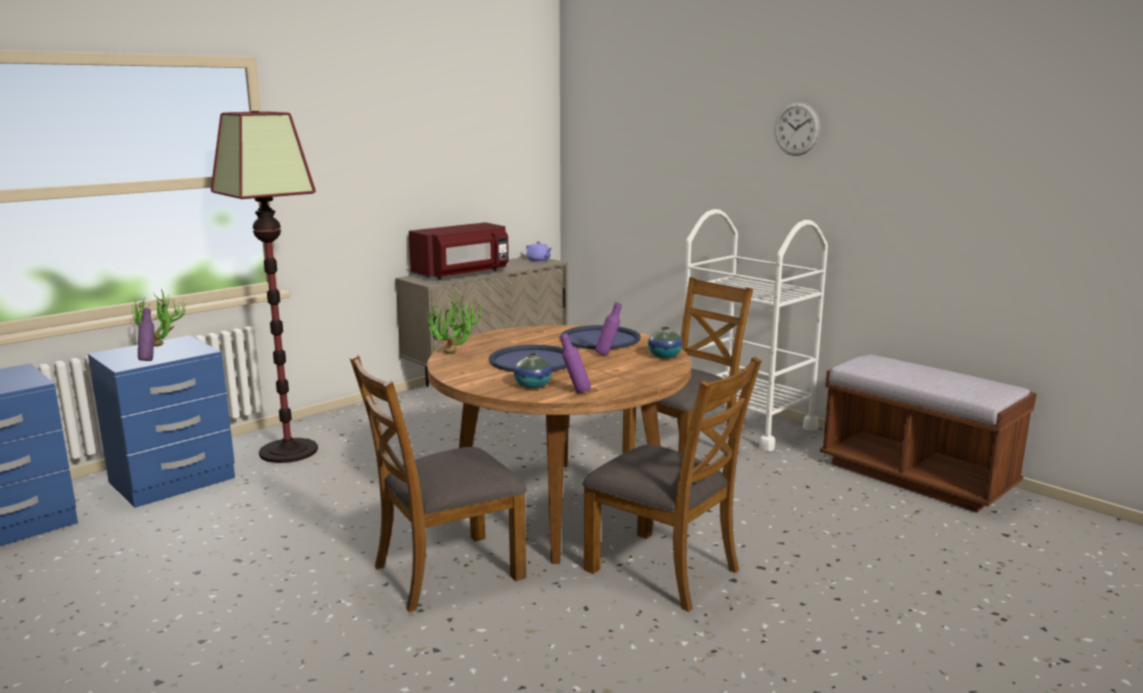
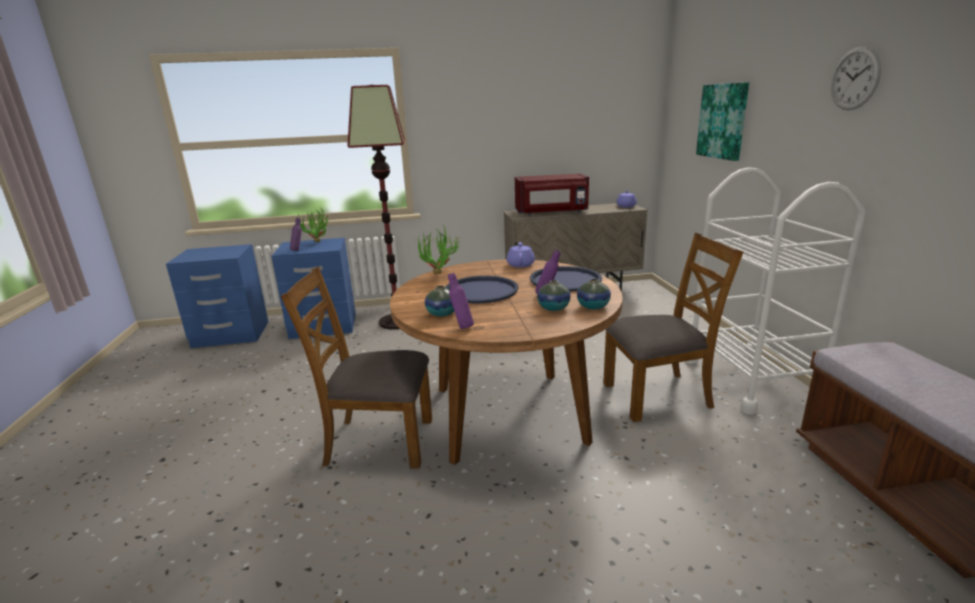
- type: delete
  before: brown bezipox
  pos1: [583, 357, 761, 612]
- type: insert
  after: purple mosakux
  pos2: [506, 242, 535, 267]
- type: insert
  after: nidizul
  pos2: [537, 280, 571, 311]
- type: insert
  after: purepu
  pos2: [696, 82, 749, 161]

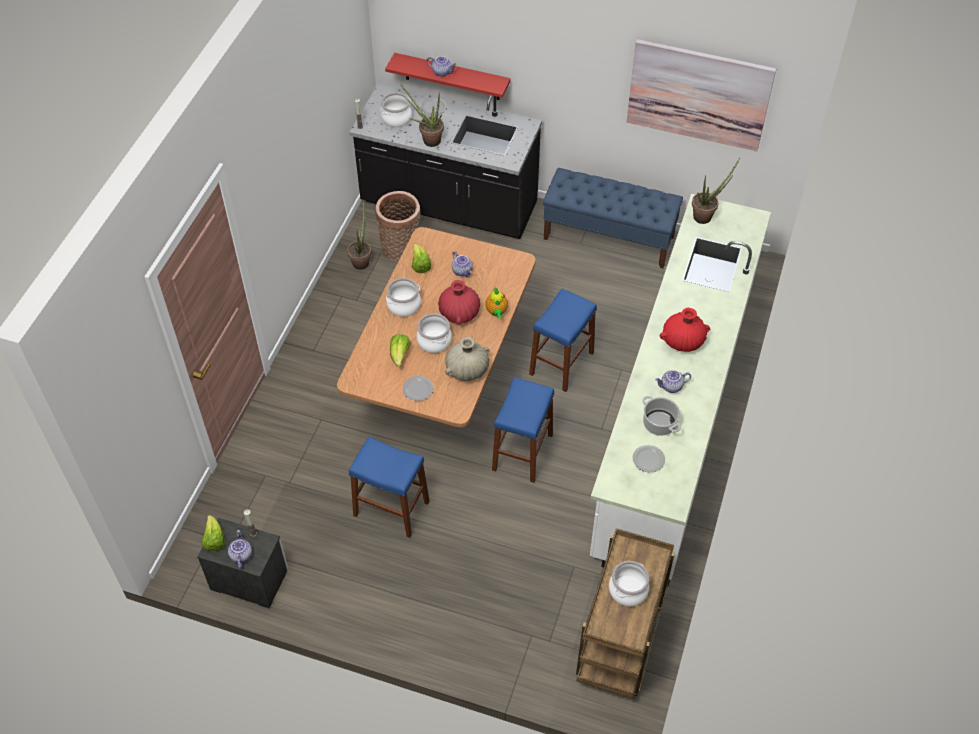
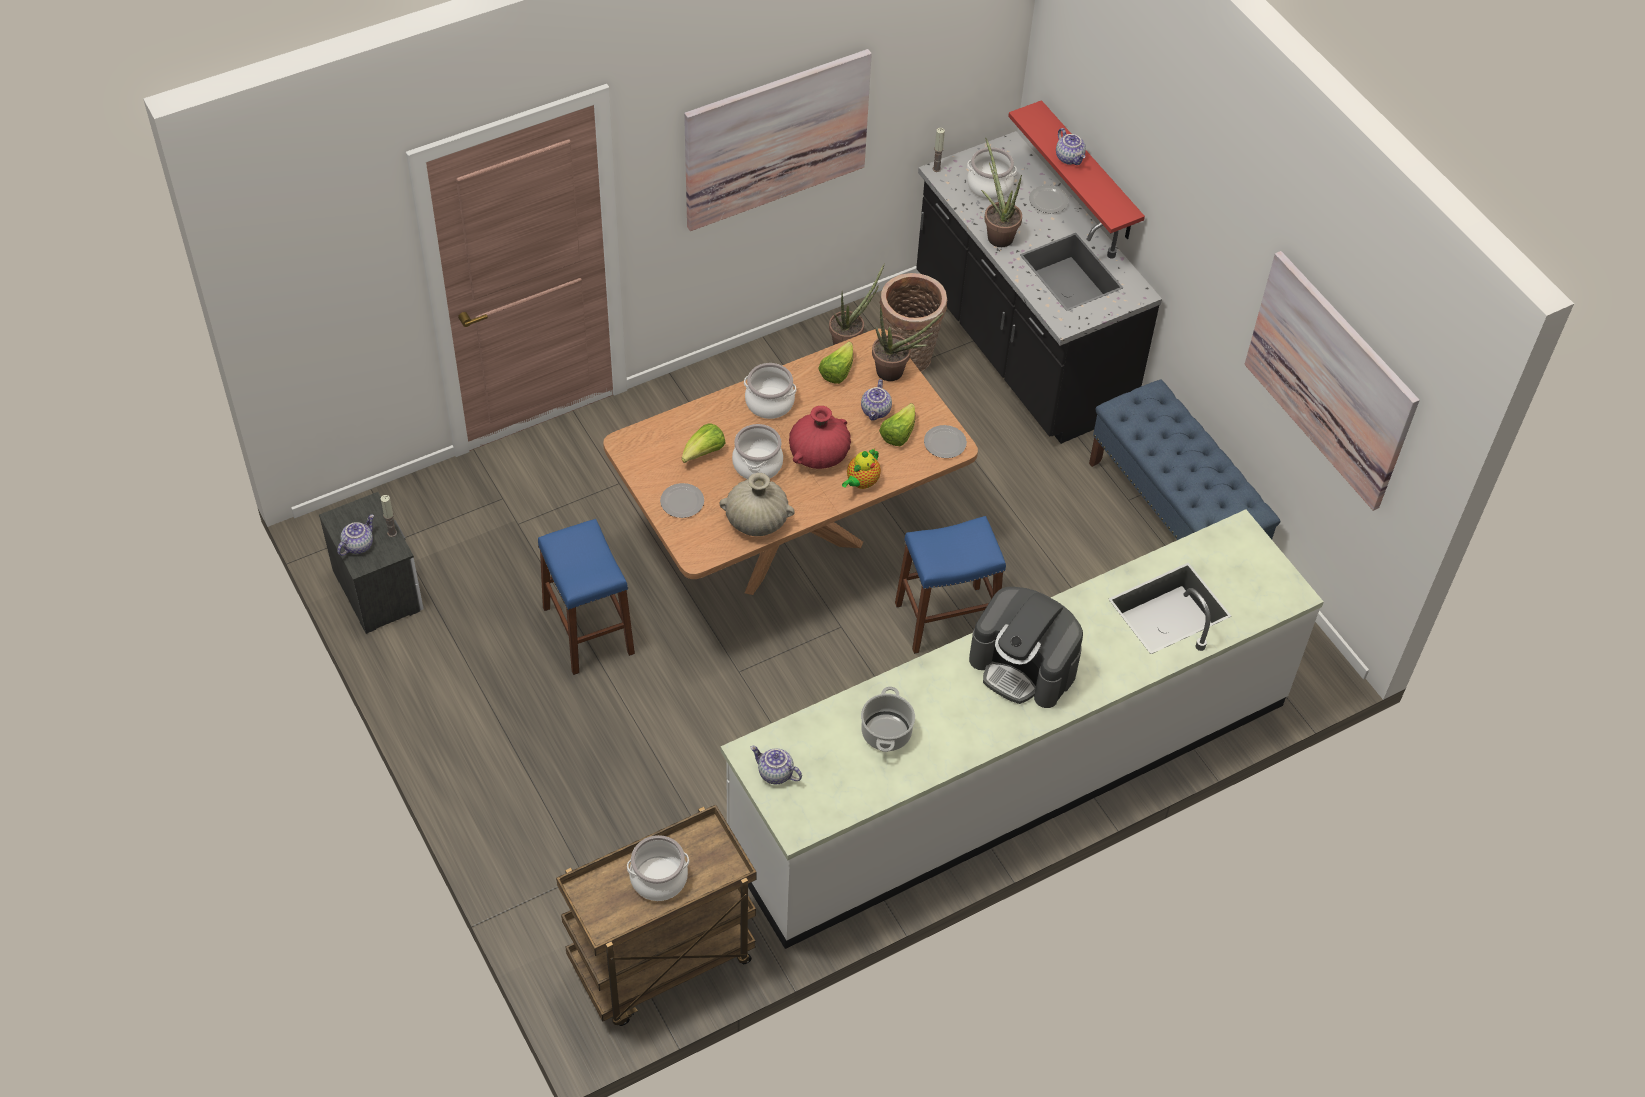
- type: move
  before: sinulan
  pos1: [202, 515, 225, 551]
  pos2: [879, 403, 915, 446]
- type: delete
  before: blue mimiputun
  pos1: [492, 377, 554, 483]
- type: move
  before: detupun
  pos1: [633, 445, 665, 472]
  pos2: [924, 425, 967, 458]
- type: move
  before: mosakux
  pos1: [655, 370, 691, 393]
  pos2: [750, 746, 802, 784]
- type: replace
  before: red nidizul
  after: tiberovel
  pos1: [660, 308, 710, 352]
  pos2: [969, 587, 1083, 708]
- type: move
  before: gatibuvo
  pos1: [692, 158, 740, 224]
  pos2: [872, 305, 943, 381]
- type: insert
  after: purepu
  pos2: [684, 49, 872, 231]

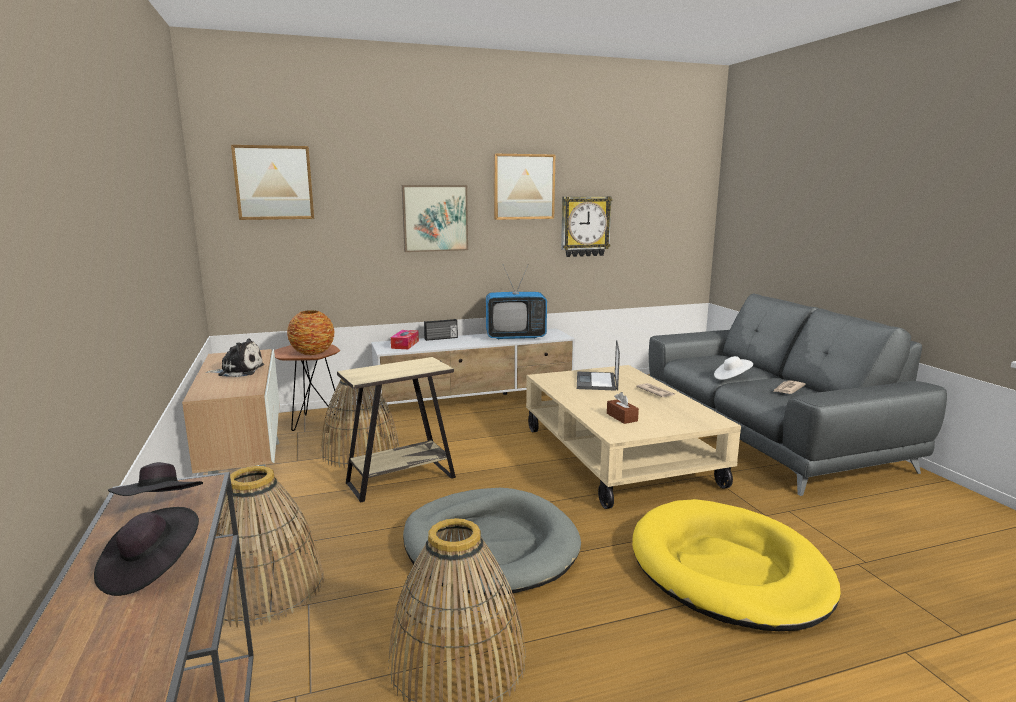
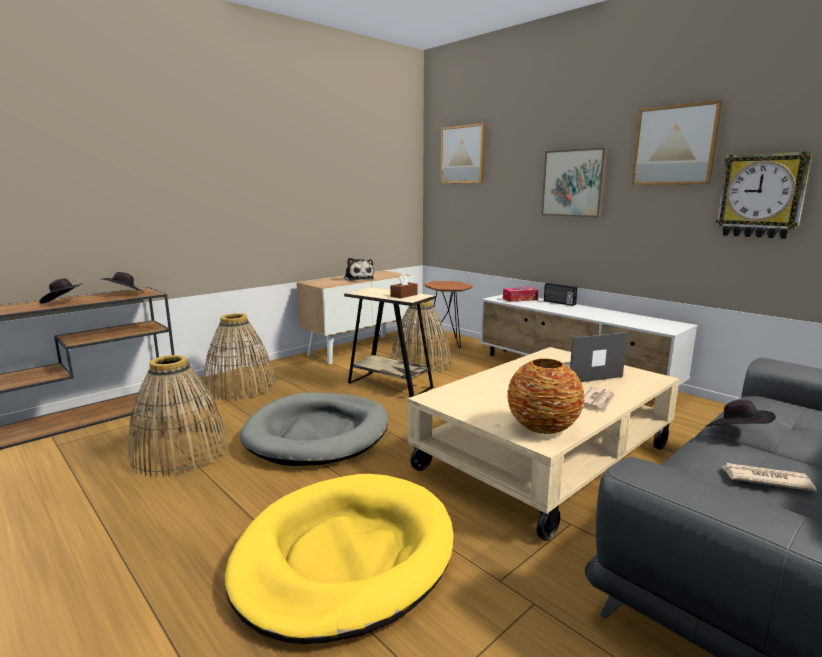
- type: move
  before: nidizul
  pos1: [287, 310, 334, 355]
  pos2: [507, 358, 585, 434]
- type: delete
  before: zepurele
  pos1: [486, 264, 547, 339]
- type: move
  before: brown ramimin
  pos1: [607, 392, 639, 424]
  pos2: [390, 274, 417, 299]
- type: recolor
  before: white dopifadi
  after: black dopifadi
  pos1: [714, 356, 753, 380]
  pos2: [706, 400, 776, 427]

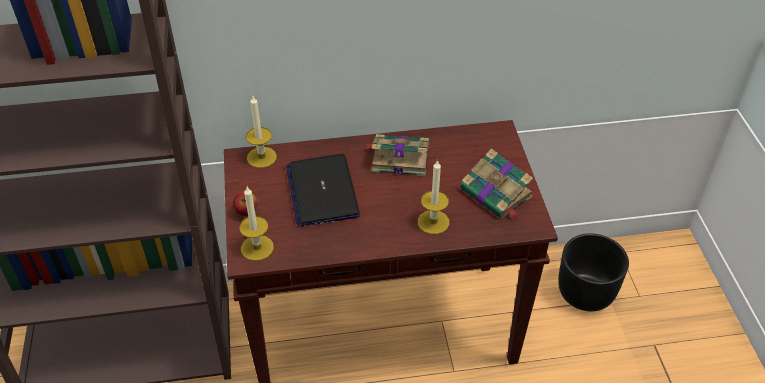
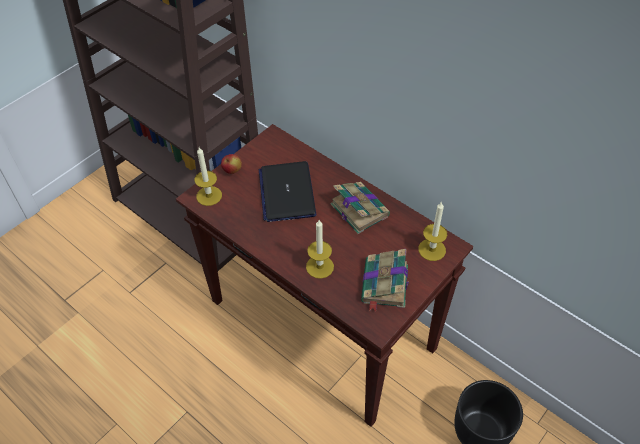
- type: move
  before: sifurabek
  pos1: [246, 96, 277, 168]
  pos2: [418, 201, 447, 261]
- type: rotate
  before: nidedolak
  pos1: [286, 154, 360, 226]
  pos2: [259, 161, 317, 222]
  turn: -45

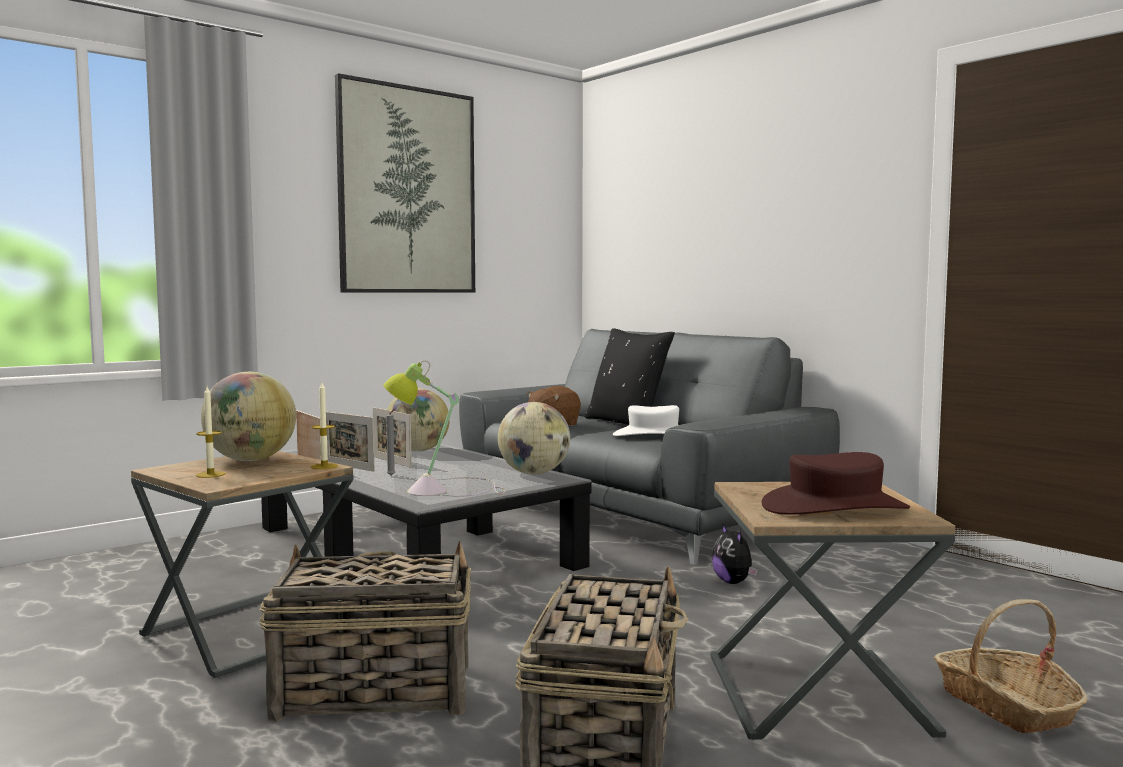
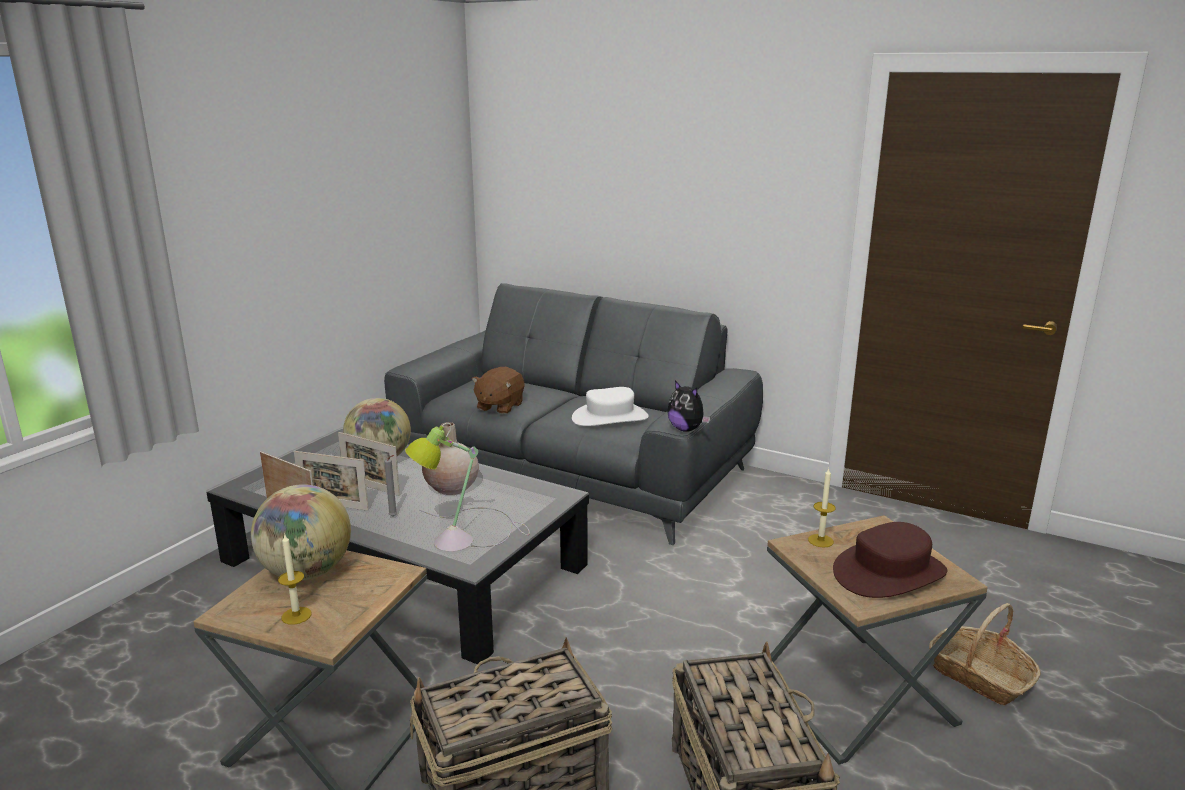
- type: move
  before: sifurabek
  pos1: [311, 382, 338, 469]
  pos2: [808, 469, 836, 548]
- type: delete
  before: purepu
  pos1: [335, 73, 475, 293]
- type: delete
  before: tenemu
  pos1: [498, 402, 570, 474]
- type: delete
  before: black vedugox
  pos1: [585, 328, 675, 425]
- type: move
  before: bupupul
  pos1: [712, 524, 758, 584]
  pos2: [667, 381, 710, 432]
- type: insert
  after: beige nidizul
  pos2: [422, 422, 479, 495]

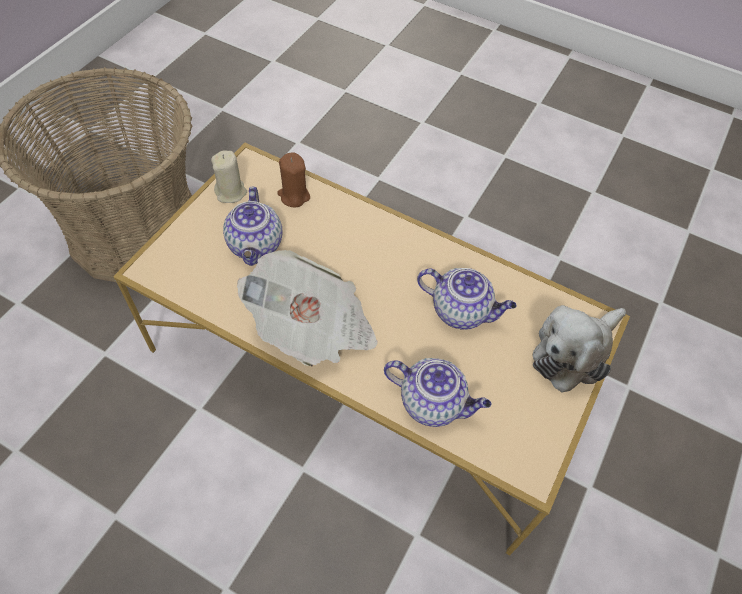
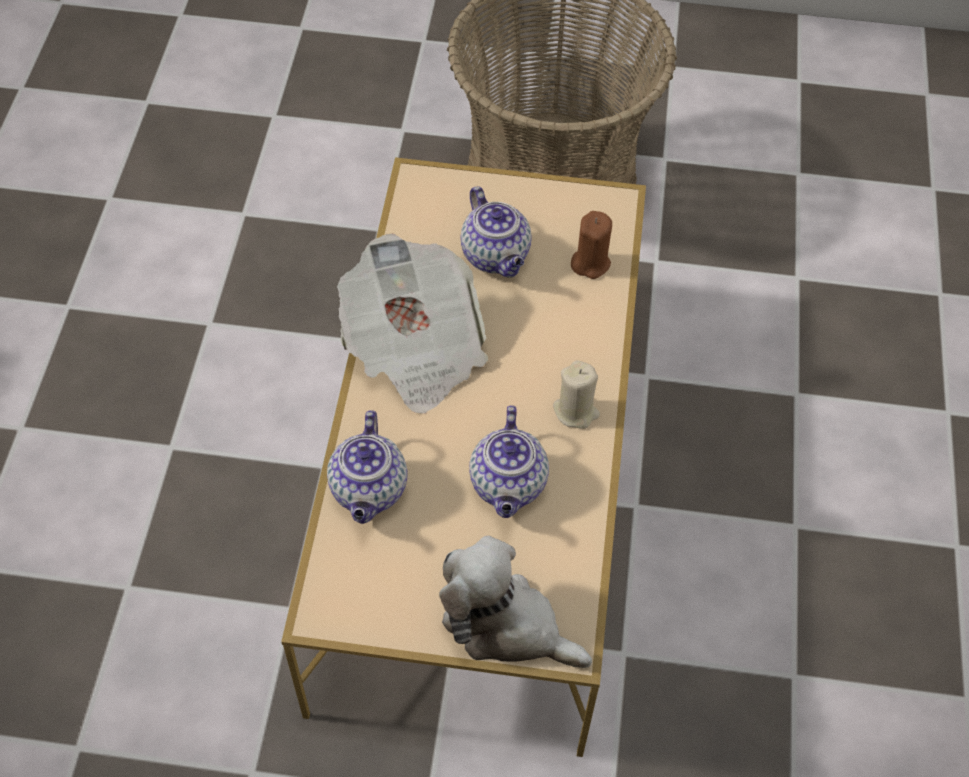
- type: move
  before: beige sifurabek
  pos1: [211, 150, 247, 203]
  pos2: [553, 360, 600, 429]
- type: rotate
  before: mosakux
  pos1: [223, 186, 283, 266]
  pos2: [461, 186, 532, 277]
  turn: -90

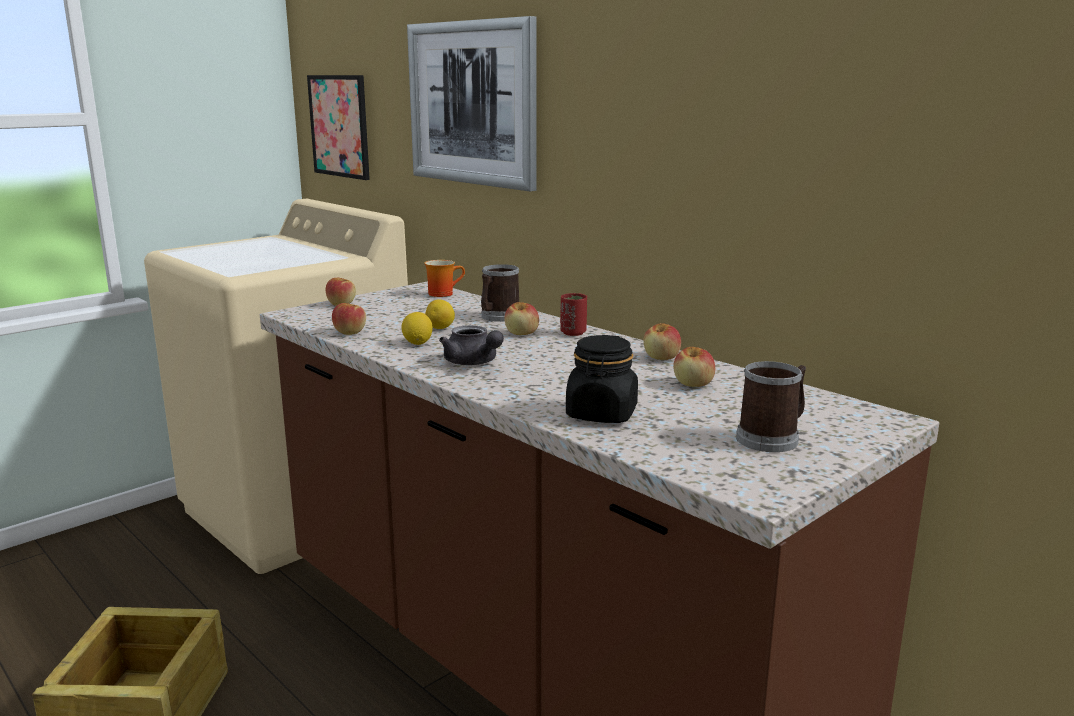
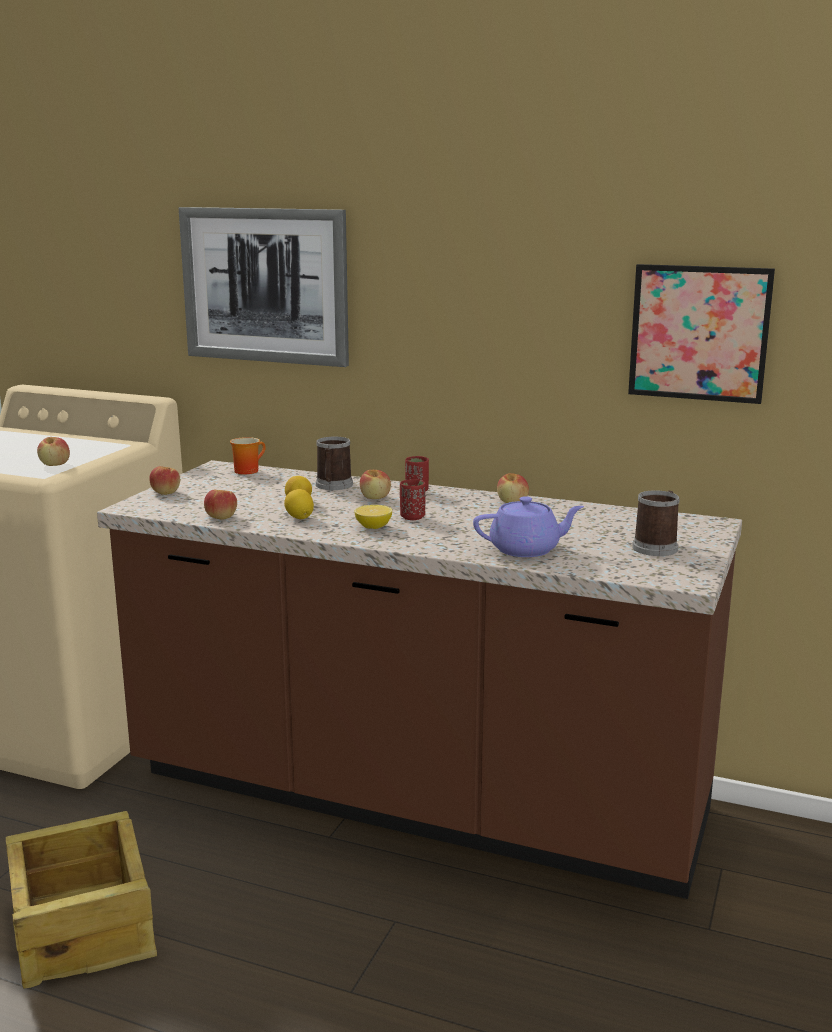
- type: move
  before: purepu
  pos1: [307, 75, 370, 180]
  pos2: [628, 264, 775, 404]
- type: replace
  before: grey mosakux
  after: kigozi
  pos1: [439, 325, 504, 366]
  pos2: [354, 505, 392, 529]
- type: replace
  before: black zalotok
  after: purple mosakux
  pos1: [566, 335, 638, 423]
  pos2: [473, 496, 584, 557]
- type: move
  before: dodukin
  pos1: [673, 347, 715, 387]
  pos2: [37, 437, 70, 466]
- type: insert
  after: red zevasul
  pos2: [400, 479, 425, 520]

